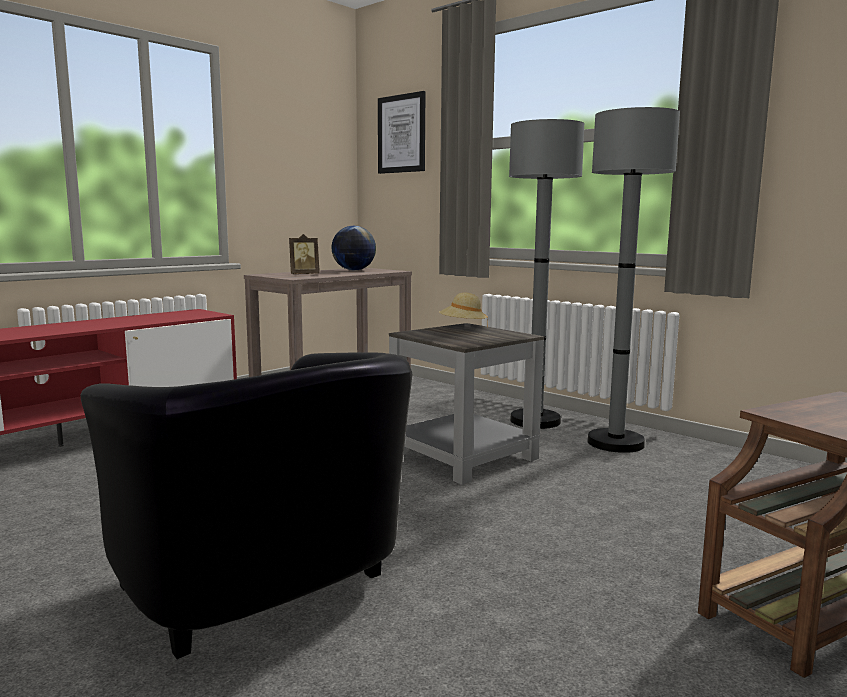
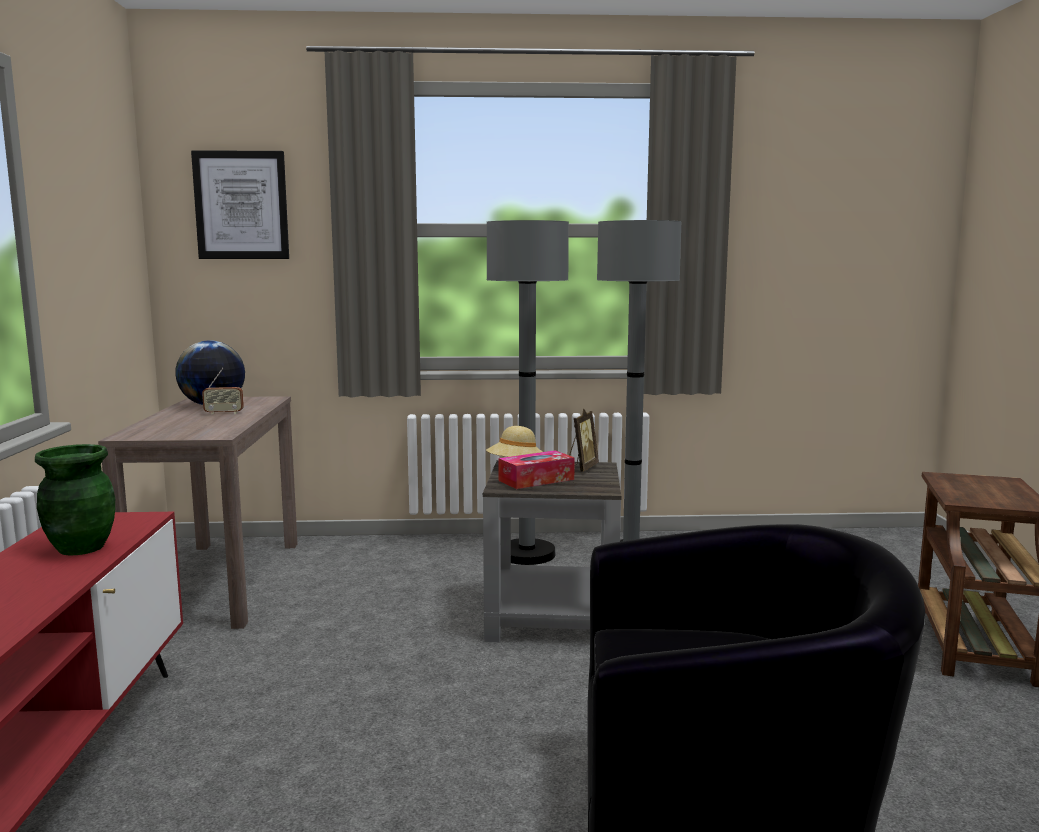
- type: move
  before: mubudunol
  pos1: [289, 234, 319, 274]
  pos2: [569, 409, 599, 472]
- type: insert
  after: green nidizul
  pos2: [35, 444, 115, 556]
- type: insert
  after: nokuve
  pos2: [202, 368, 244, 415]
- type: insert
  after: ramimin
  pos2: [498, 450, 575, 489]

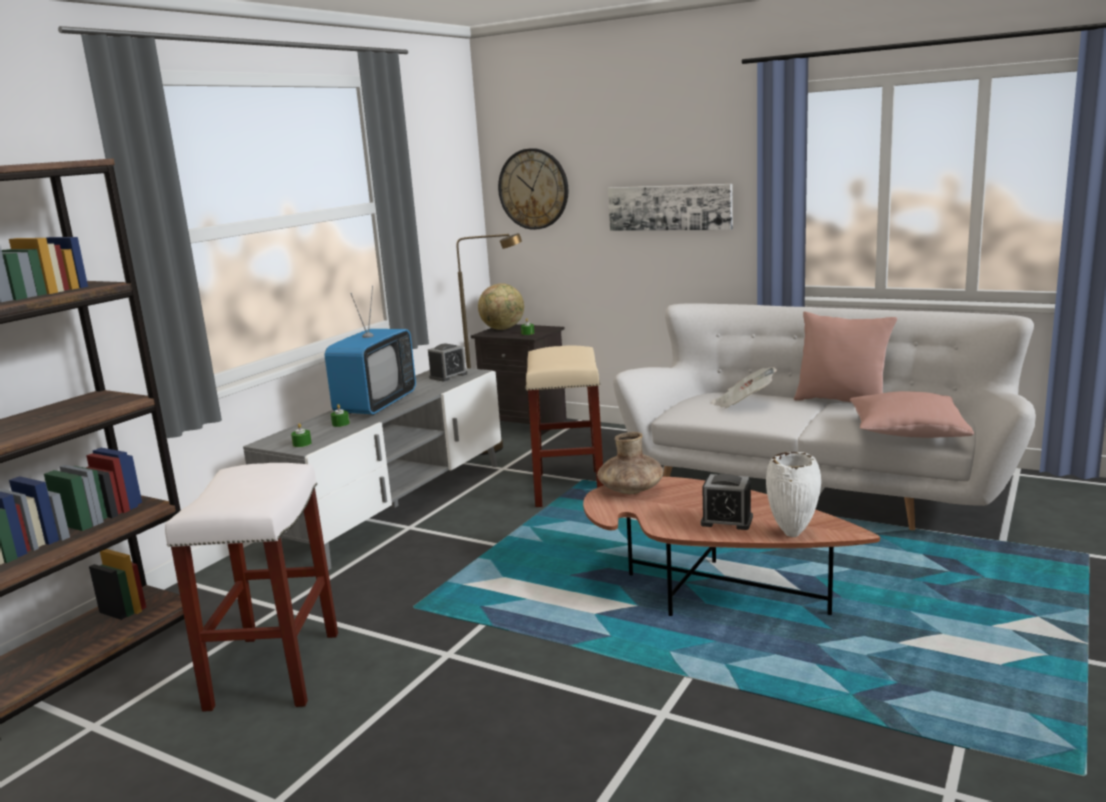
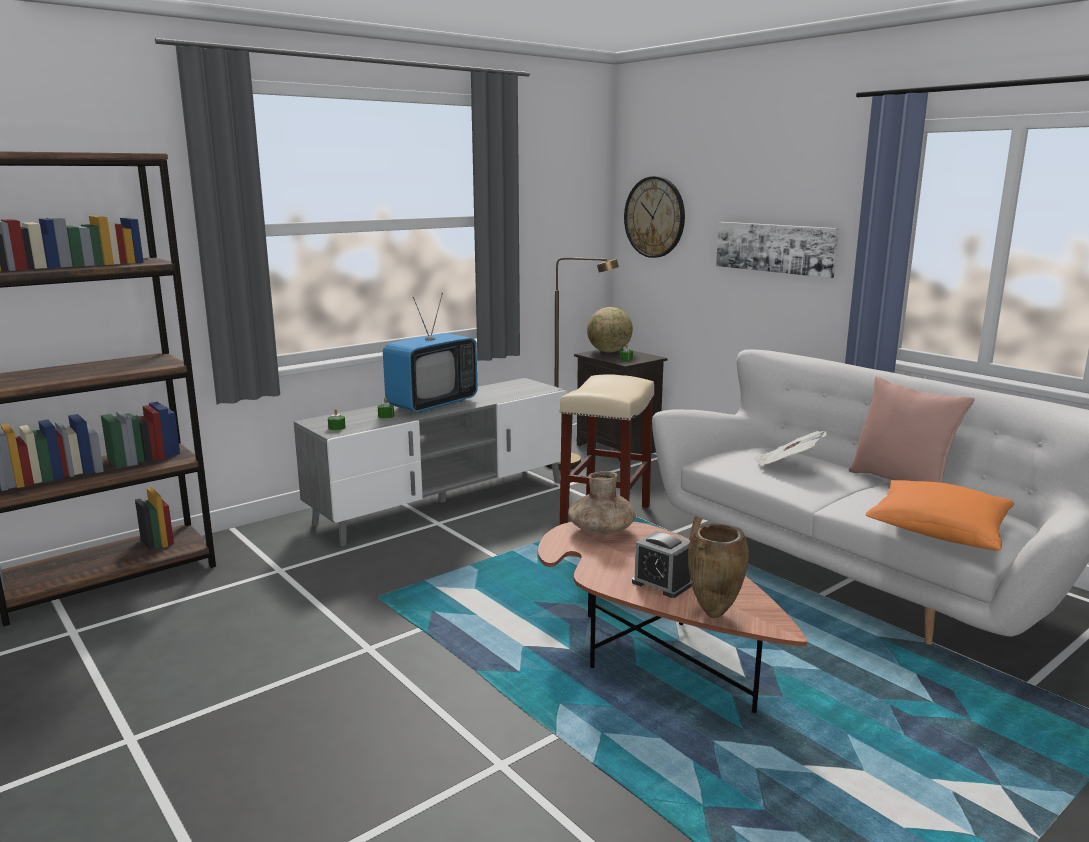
- type: delete
  before: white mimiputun
  pos1: [165, 463, 338, 712]
- type: delete
  before: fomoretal
  pos1: [428, 344, 467, 381]
- type: recolor
  before: white nidizul
  after: brown nidizul
  pos1: [766, 452, 821, 537]
  pos2: [688, 523, 749, 618]
- type: recolor
  before: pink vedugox
  after: orange vedugox
  pos1: [850, 391, 974, 438]
  pos2: [865, 480, 1014, 551]

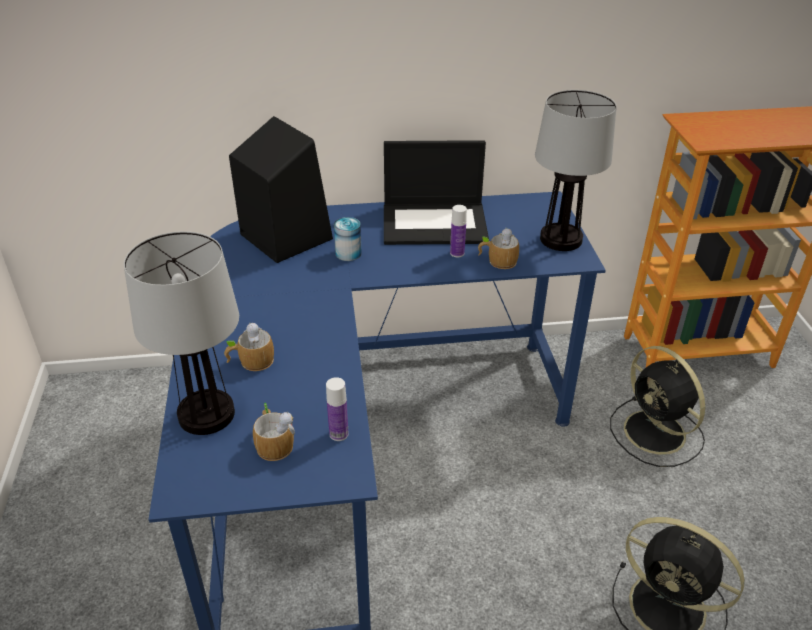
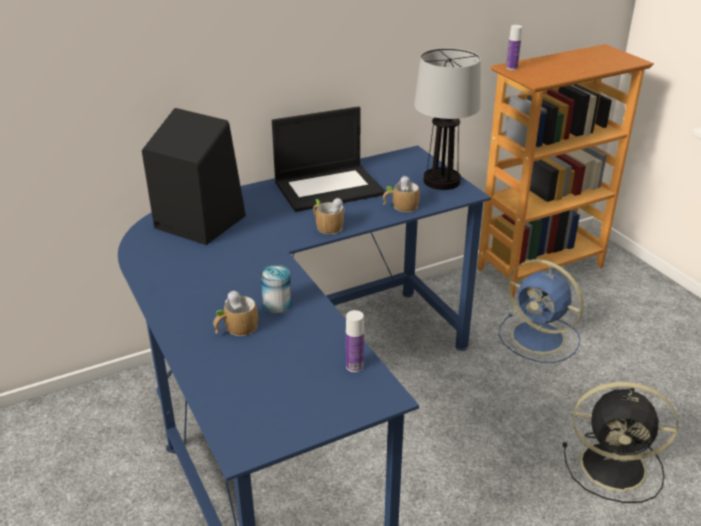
- type: delete
  before: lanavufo
  pos1: [124, 231, 239, 435]
- type: move
  before: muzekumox
  pos1: [253, 403, 295, 461]
  pos2: [313, 198, 344, 234]
- type: move
  before: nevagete
  pos1: [334, 217, 362, 261]
  pos2: [261, 265, 292, 314]
- type: move
  before: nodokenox
  pos1: [450, 205, 467, 257]
  pos2: [506, 25, 522, 70]
- type: recolor
  before: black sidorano
  after: blue sidorano
  pos1: [610, 346, 705, 467]
  pos2: [499, 259, 584, 363]

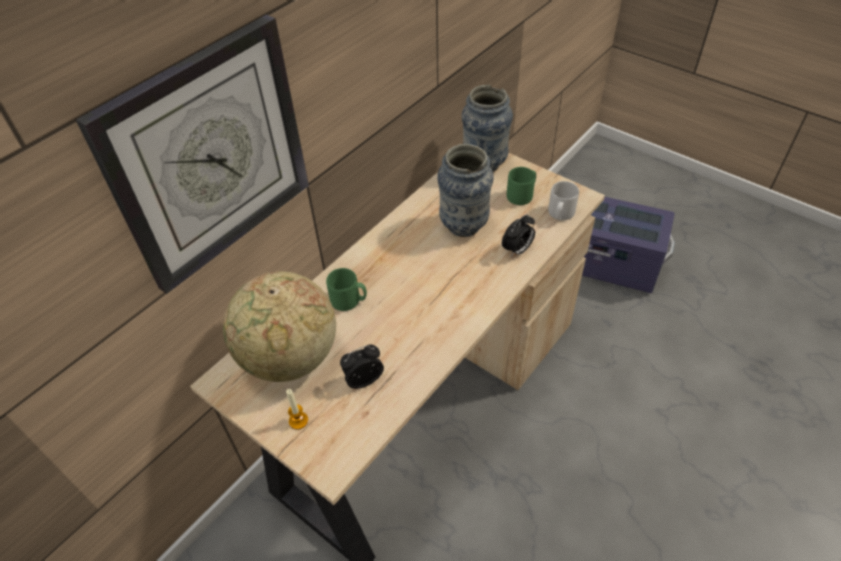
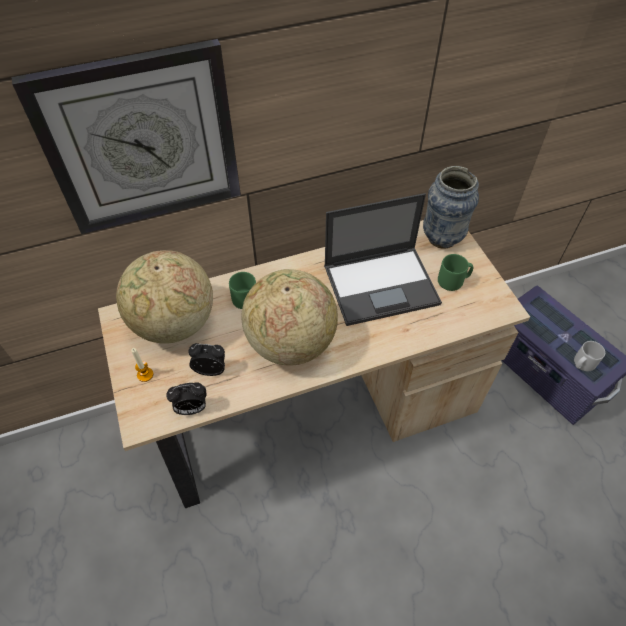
- type: replace
  before: nidizul
  after: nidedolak
  pos1: [437, 144, 494, 237]
  pos2: [324, 193, 442, 326]
- type: move
  before: fomoretal
  pos1: [502, 214, 535, 257]
  pos2: [166, 382, 207, 415]
- type: move
  before: grey muzekumox
  pos1: [548, 181, 579, 220]
  pos2: [574, 341, 605, 371]
- type: insert
  after: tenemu
  pos2: [241, 269, 338, 366]

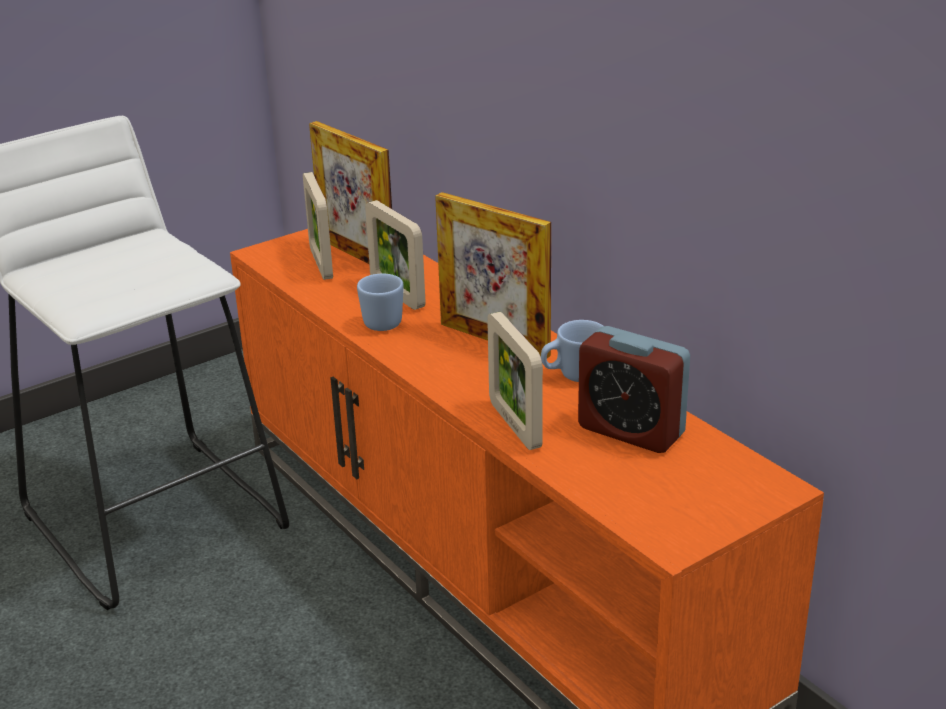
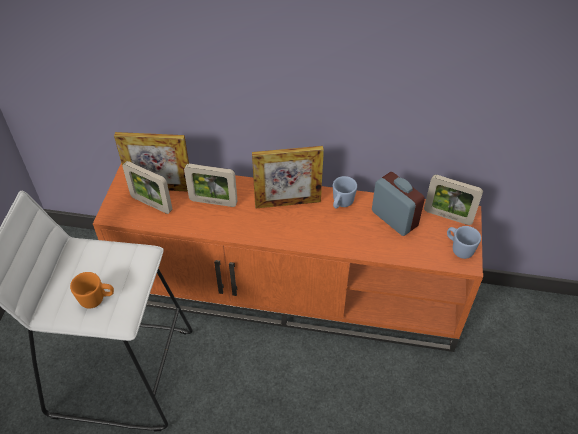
- type: move
  before: blue muzekumox
  pos1: [357, 274, 404, 331]
  pos2: [447, 226, 481, 259]
- type: move
  before: mubudunol
  pos1: [487, 312, 543, 450]
  pos2: [424, 175, 483, 225]
- type: rotate
  before: fomoretal
  pos1: [578, 326, 690, 453]
  pos2: [372, 172, 425, 236]
  turn: -120
- type: insert
  after: orange muzekumox
  pos2: [70, 272, 114, 309]

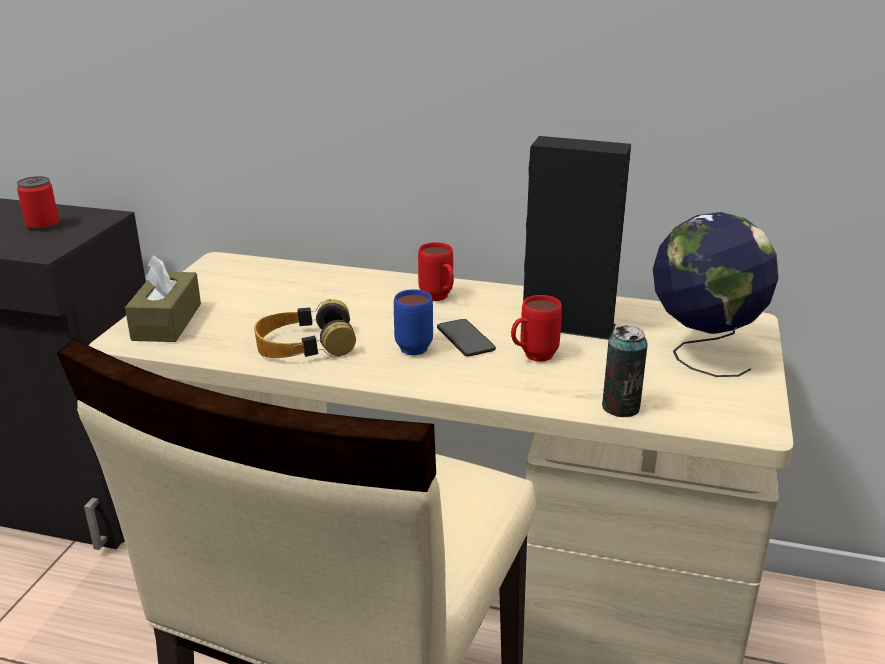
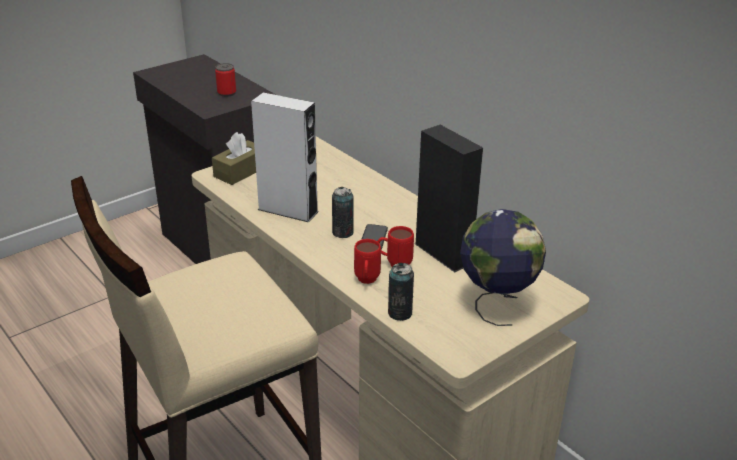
- type: replace
  before: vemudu
  after: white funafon
  pos1: [254, 299, 356, 358]
  pos2: [251, 93, 319, 223]
- type: replace
  before: blue muzekumox
  after: nevagete
  pos1: [394, 289, 433, 355]
  pos2: [332, 187, 354, 238]
- type: move
  before: red muzekumox
  pos1: [418, 242, 454, 301]
  pos2: [354, 239, 381, 284]

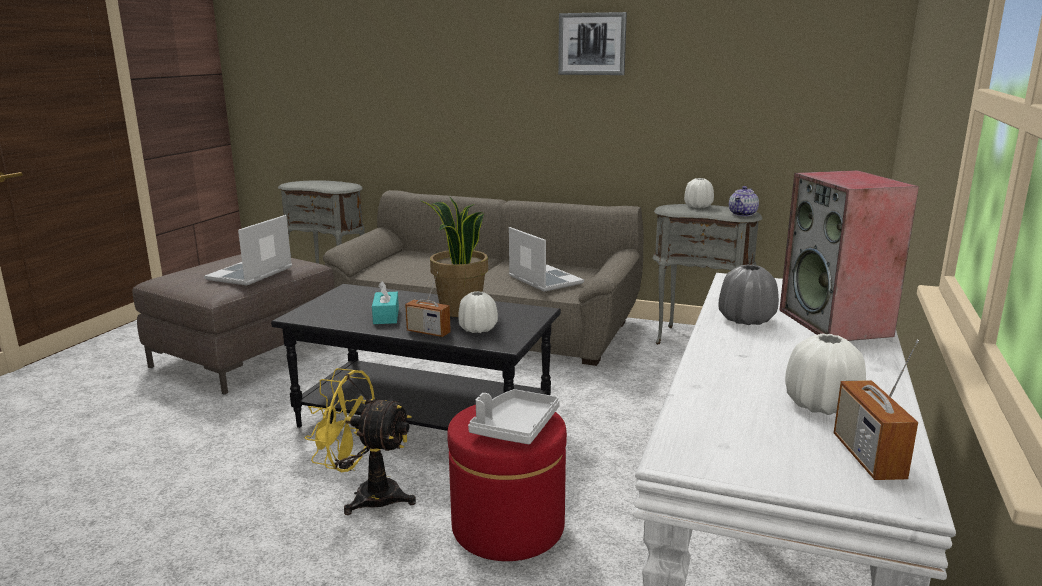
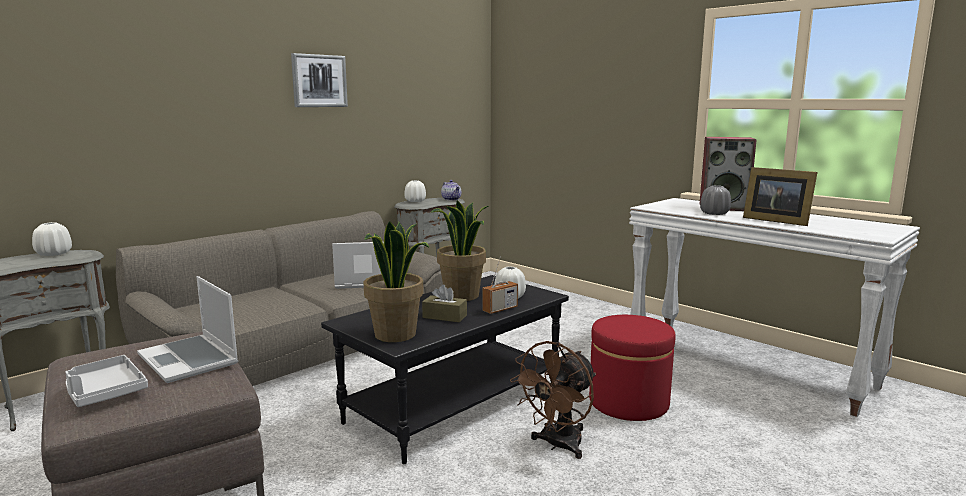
- type: recolor
  before: yellow sidorano
  after: brown sidorano
  pos1: [305, 368, 416, 515]
  pos2: [510, 341, 596, 459]
- type: recolor
  before: turquoise ramimin
  after: brown ramimin
  pos1: [372, 281, 399, 324]
  pos2: [422, 285, 467, 322]
- type: move
  before: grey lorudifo
  pos1: [468, 389, 560, 444]
  pos2: [65, 355, 148, 407]
- type: move
  before: white nidizul
  pos1: [785, 334, 866, 415]
  pos2: [32, 222, 72, 256]
- type: delete
  before: nokuve
  pos1: [834, 339, 919, 480]
- type: insert
  after: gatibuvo
  pos2: [364, 221, 430, 342]
- type: insert
  after: mubudunol
  pos2: [743, 167, 817, 226]

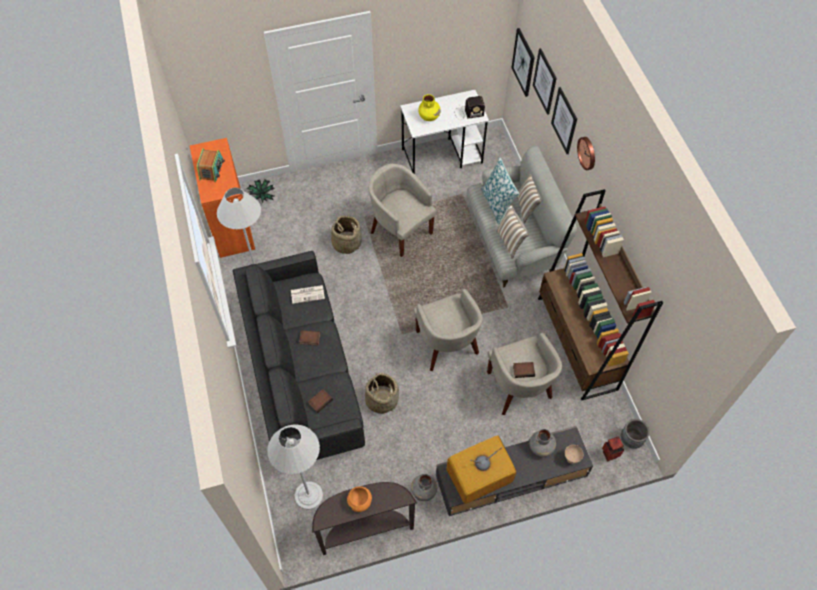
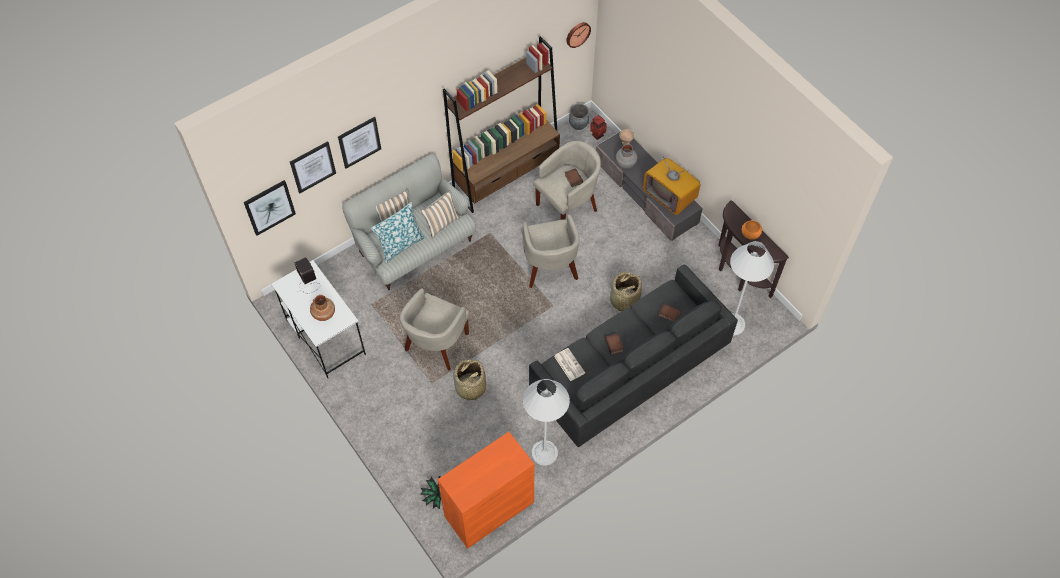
- type: delete
  before: nokuve
  pos1: [197, 148, 225, 182]
- type: delete
  before: grey nidizul
  pos1: [411, 474, 437, 501]
- type: rotate
  before: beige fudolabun
  pos1: [413, 289, 483, 371]
  pos2: [522, 214, 579, 288]
  turn: 120
- type: recolor
  before: yellow nidizul
  after: brown nidizul
  pos1: [418, 94, 441, 121]
  pos2: [310, 295, 335, 321]
- type: move
  before: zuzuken
  pos1: [577, 137, 595, 170]
  pos2: [566, 22, 591, 48]

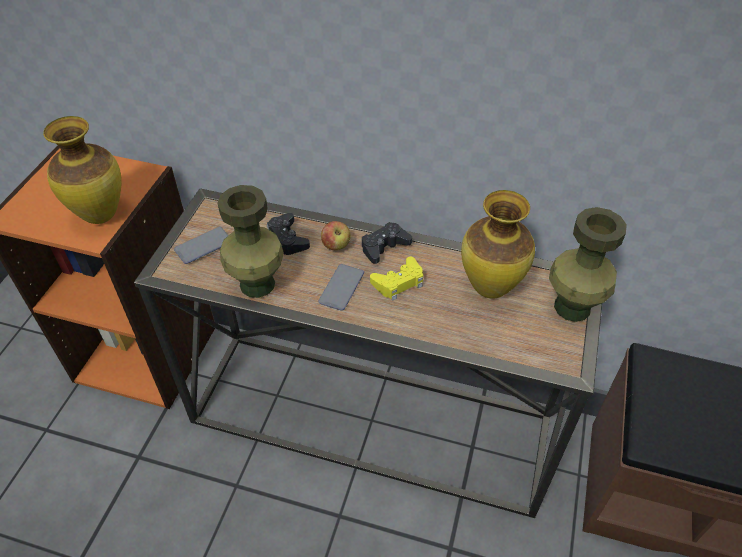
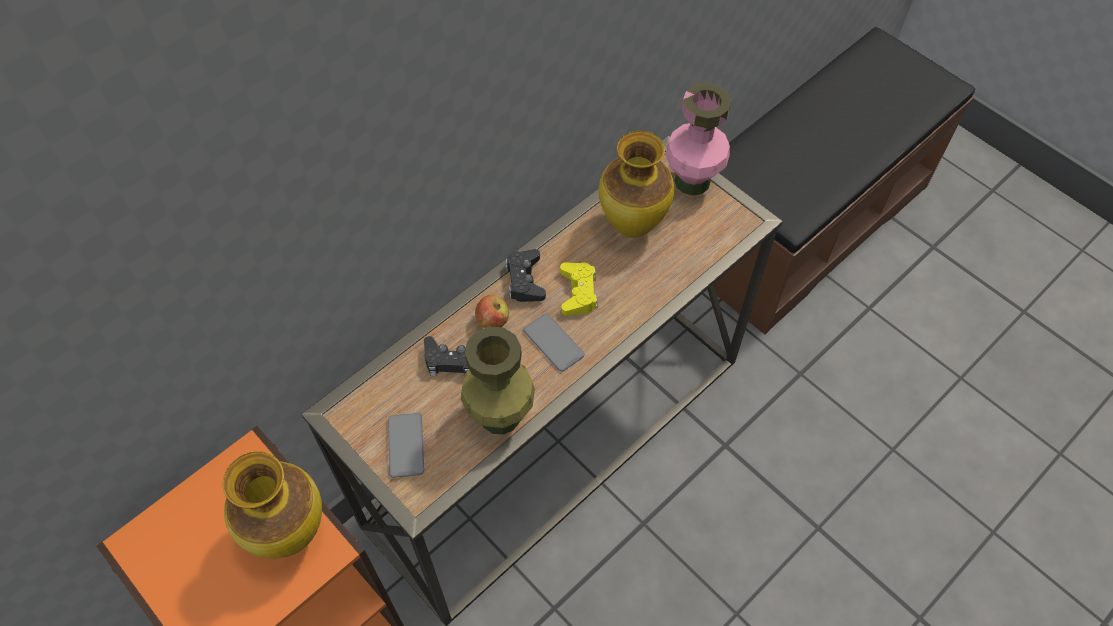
- type: recolor
  before: green nidizul
  after: pink nidizul
  pos1: [549, 207, 627, 322]
  pos2: [665, 83, 731, 195]

